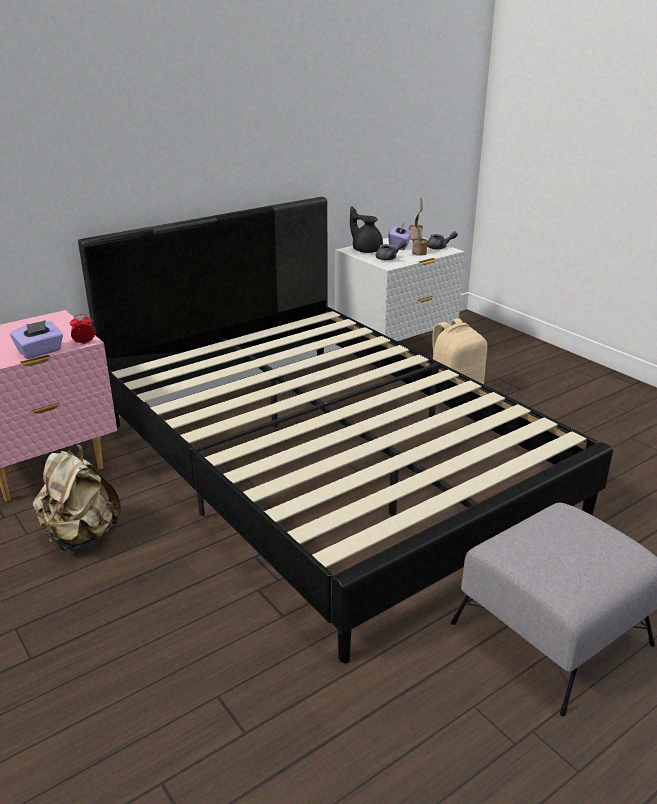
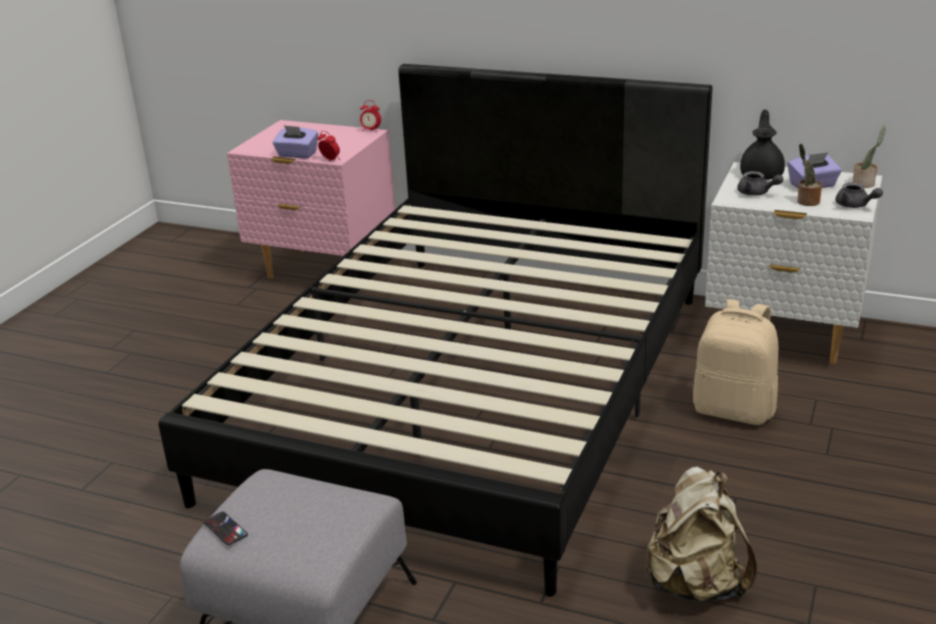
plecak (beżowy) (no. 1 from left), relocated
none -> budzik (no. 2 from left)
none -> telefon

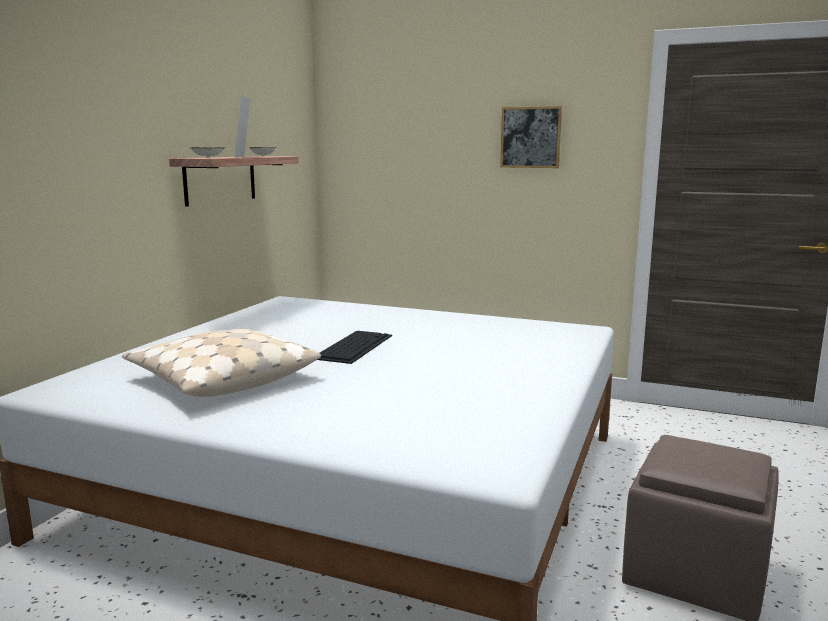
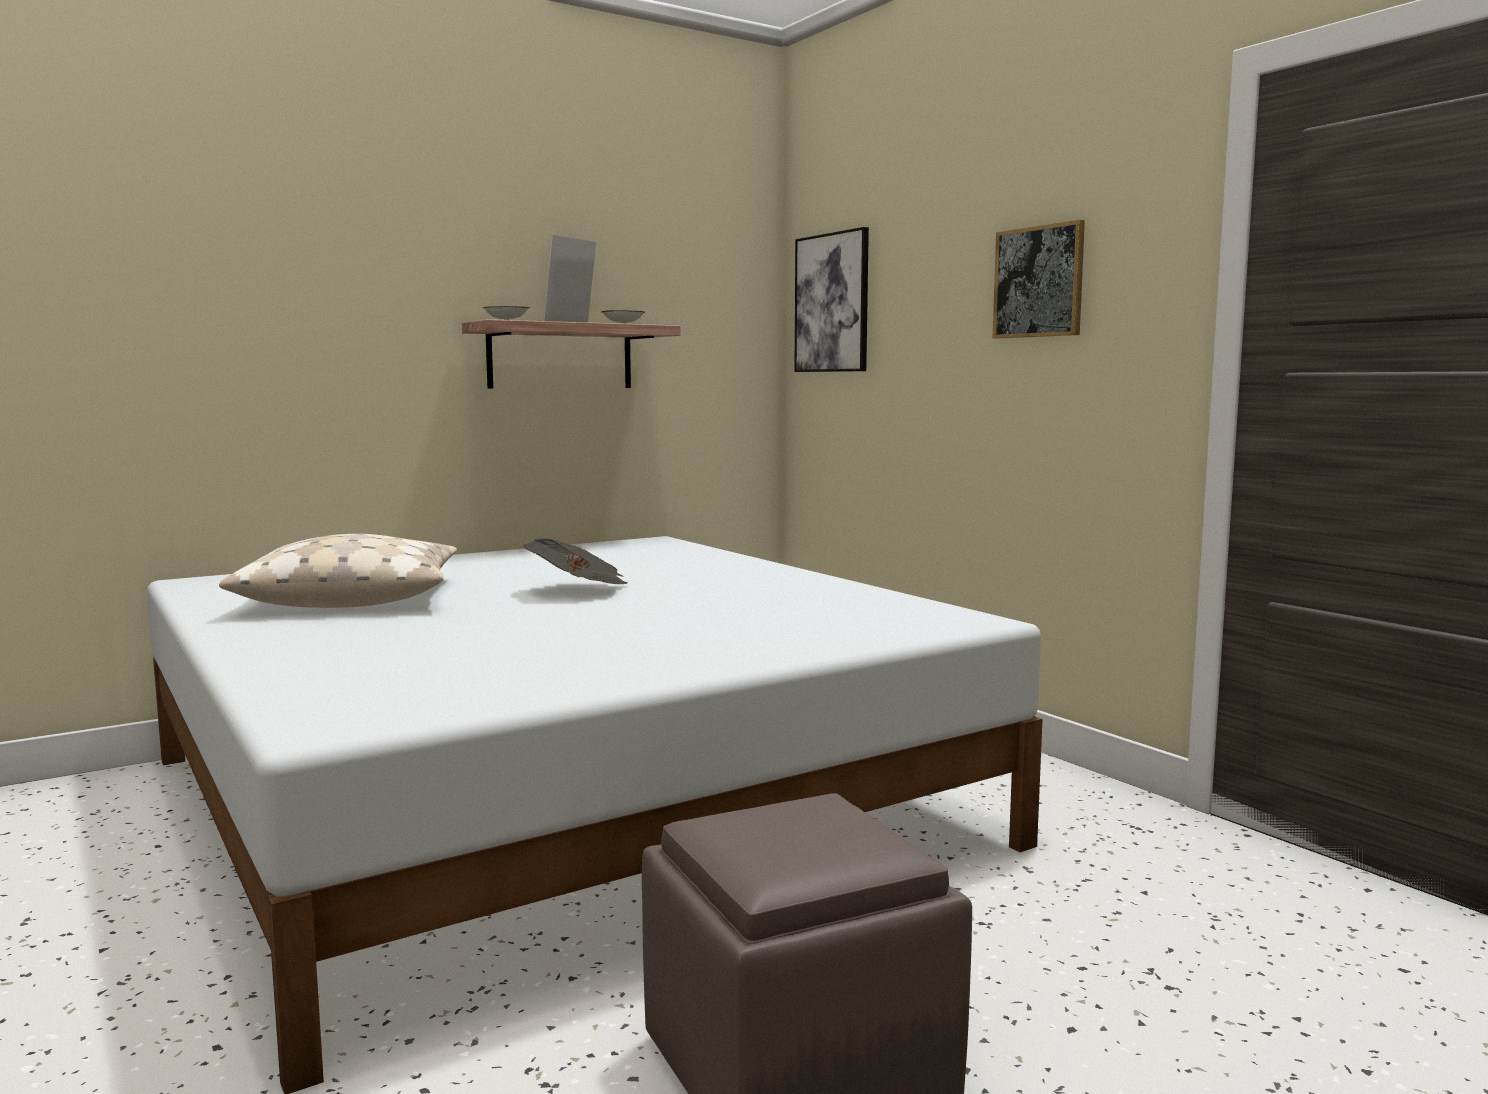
klawiatura -> gazeta
none -> obraz (no. 1 from left)

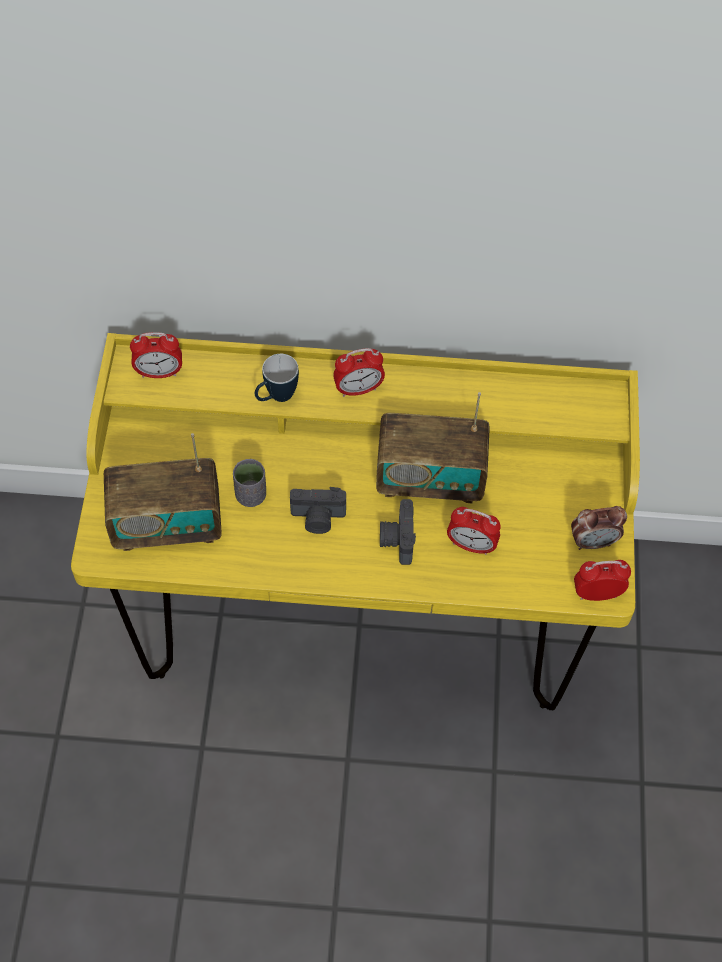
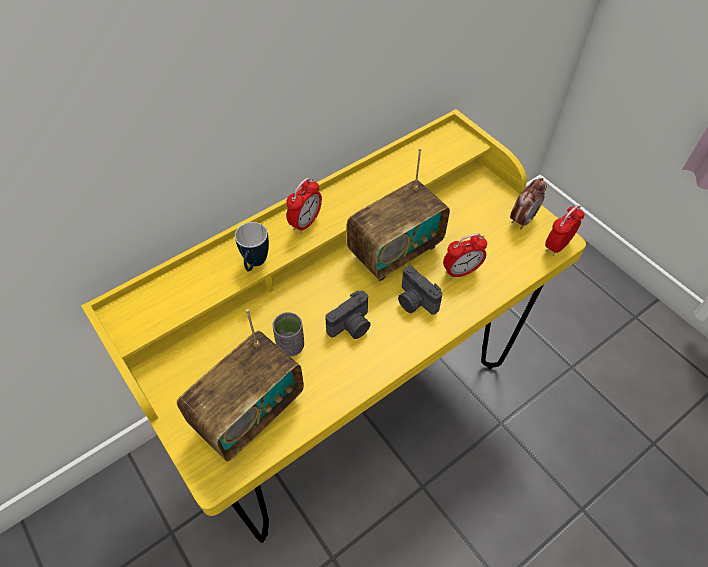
budzik (no. 1 from left) -> none

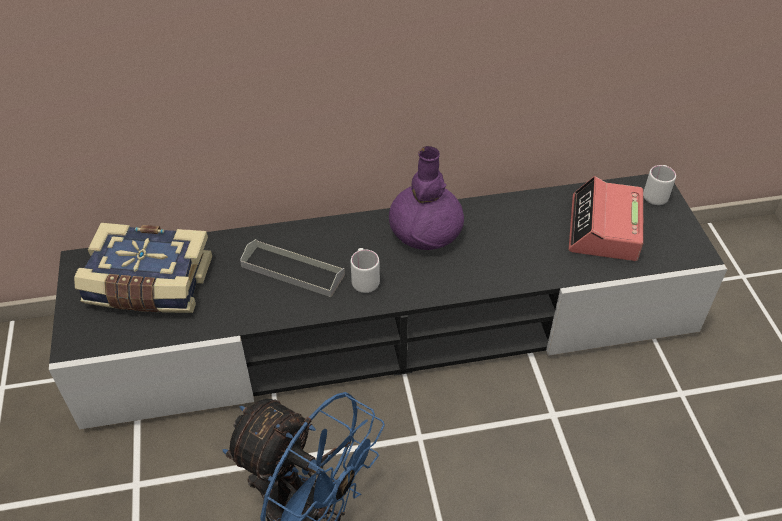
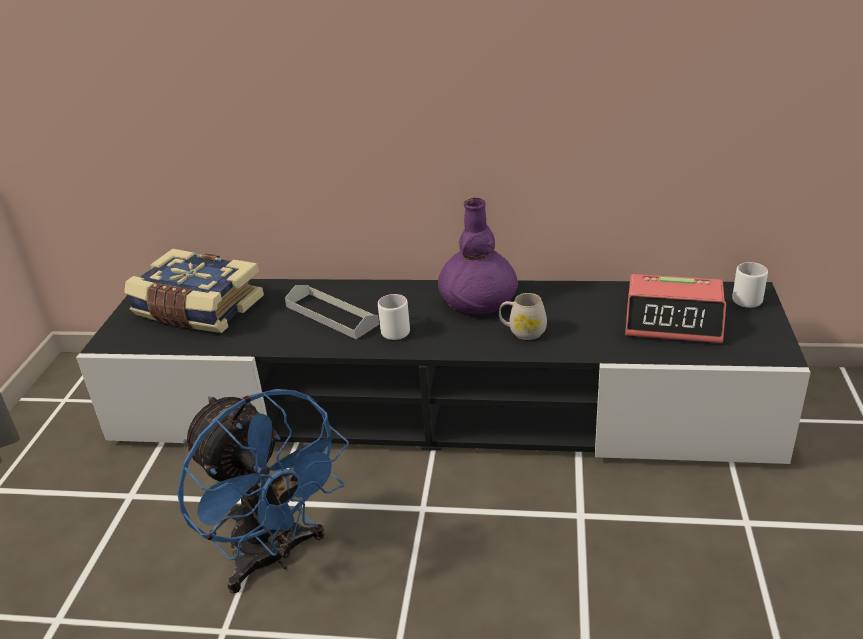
budzik, 105 degrees counterclockwise
none -> kubek (biały) (no. 2 from left)

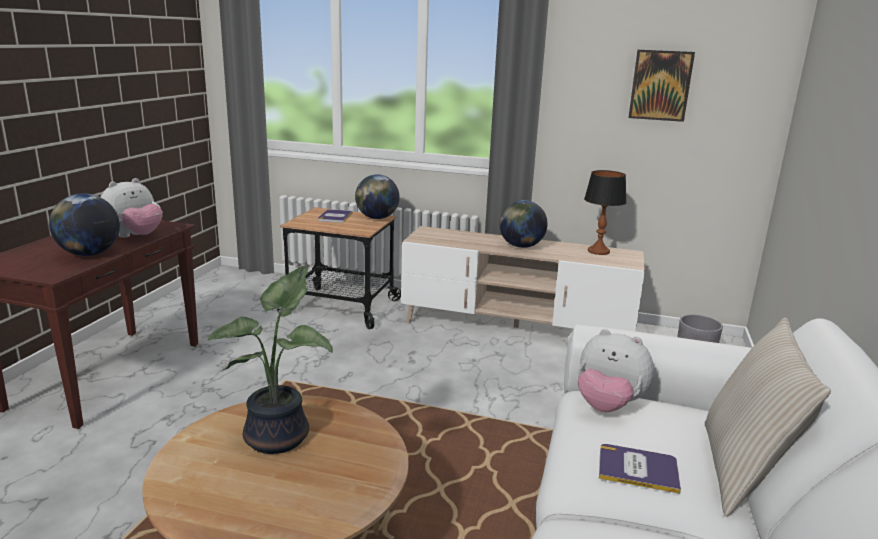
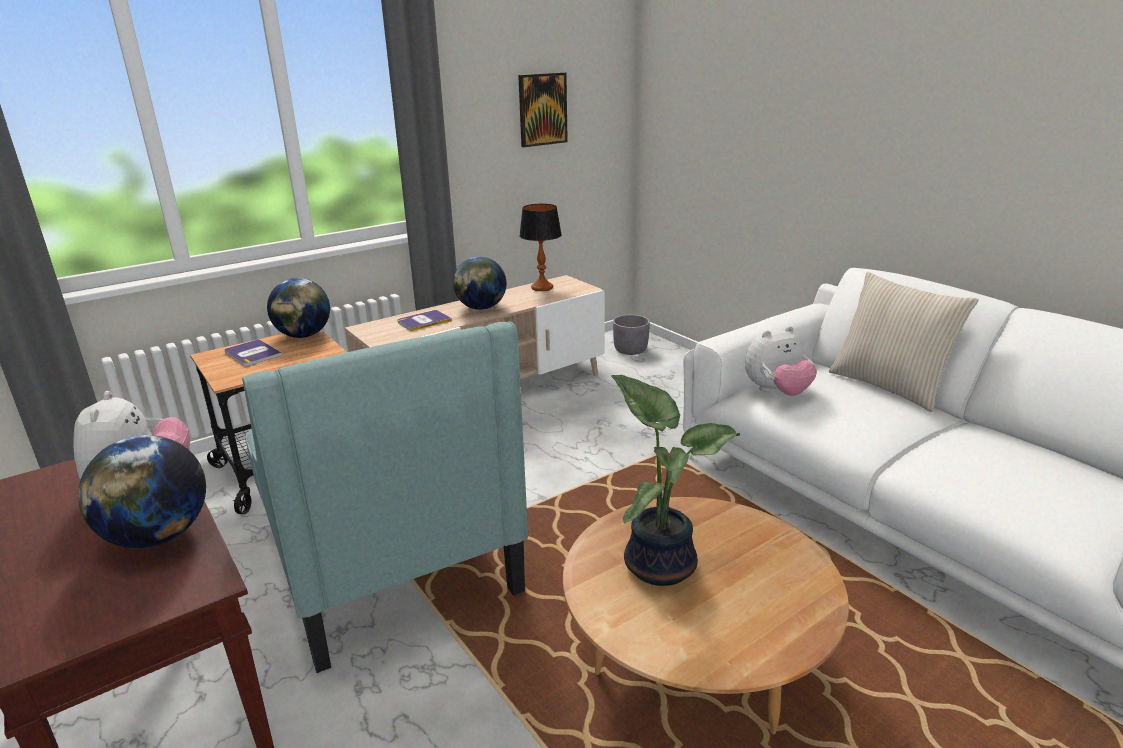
książka (no. 2 from left), relocated
none -> fotel (turkusowy)

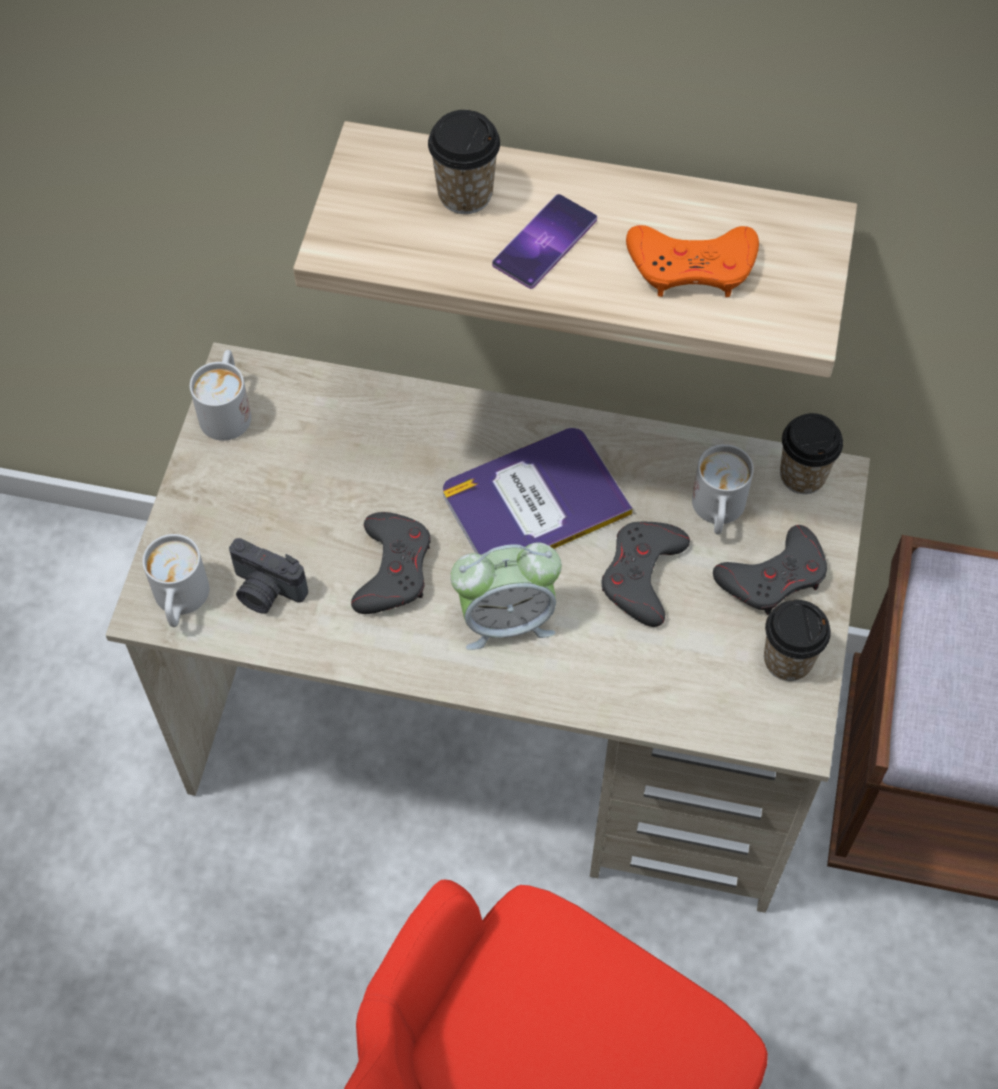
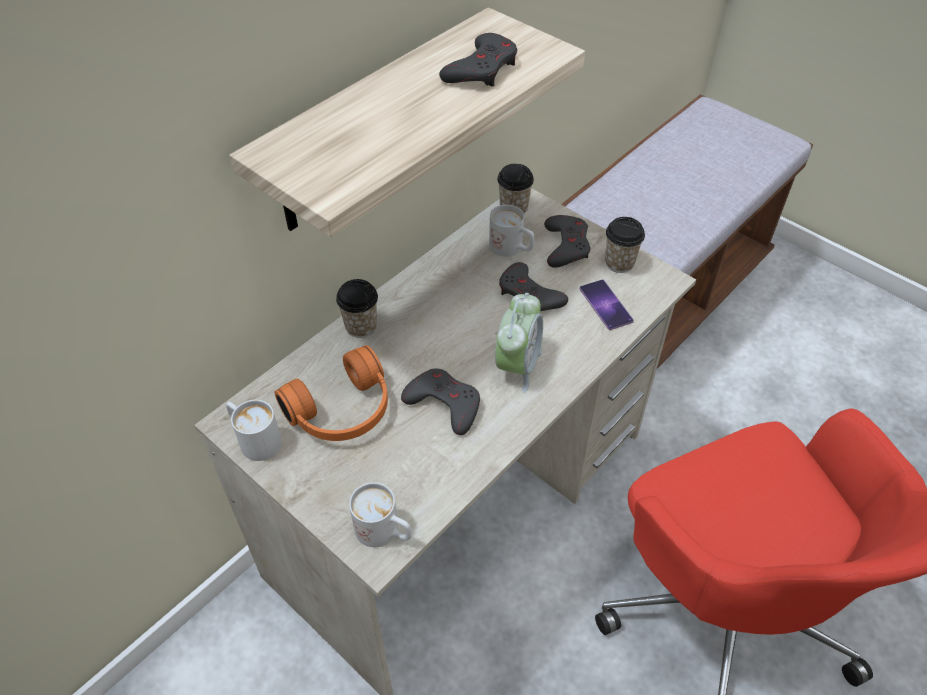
filiżanka (no. 1 from left), relocated
telefon, relocated
pad do gier (pomarańczowy) -> pad do gier (szary) (no. 2 from left)
książka -> none
aparat fotograficzny -> none
none -> słuchawki (pomarańczowy)

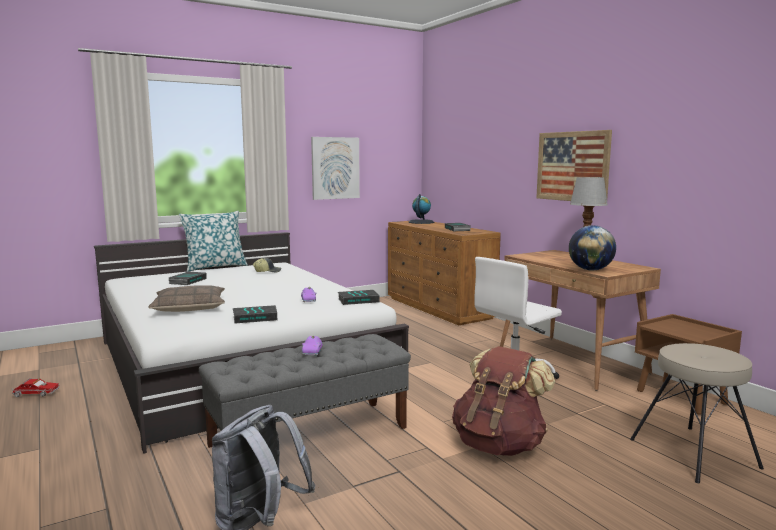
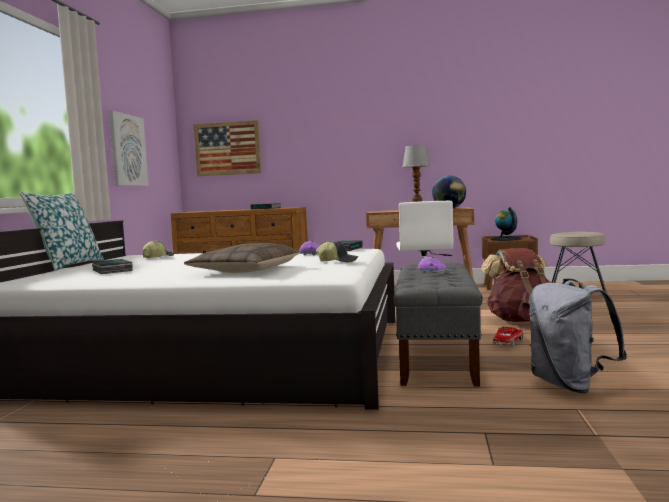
obraz (no. 2 from left), relocated
globus (no. 1 from left in the first image) -> globus (no. 2 from left), relocated
książka (no. 2 from left) -> czapka z daszkiem (no. 2 from left)
ciężarówka zabawkowa, relocated

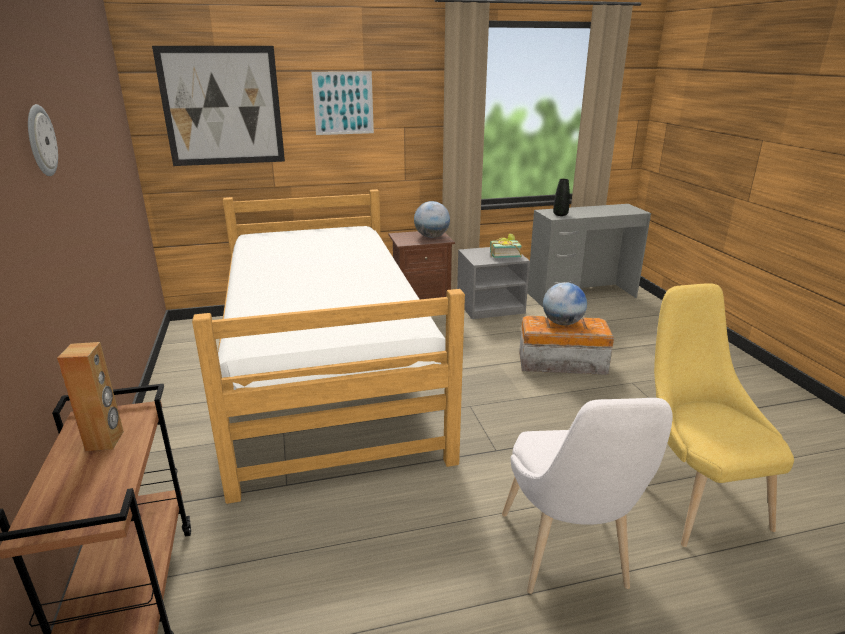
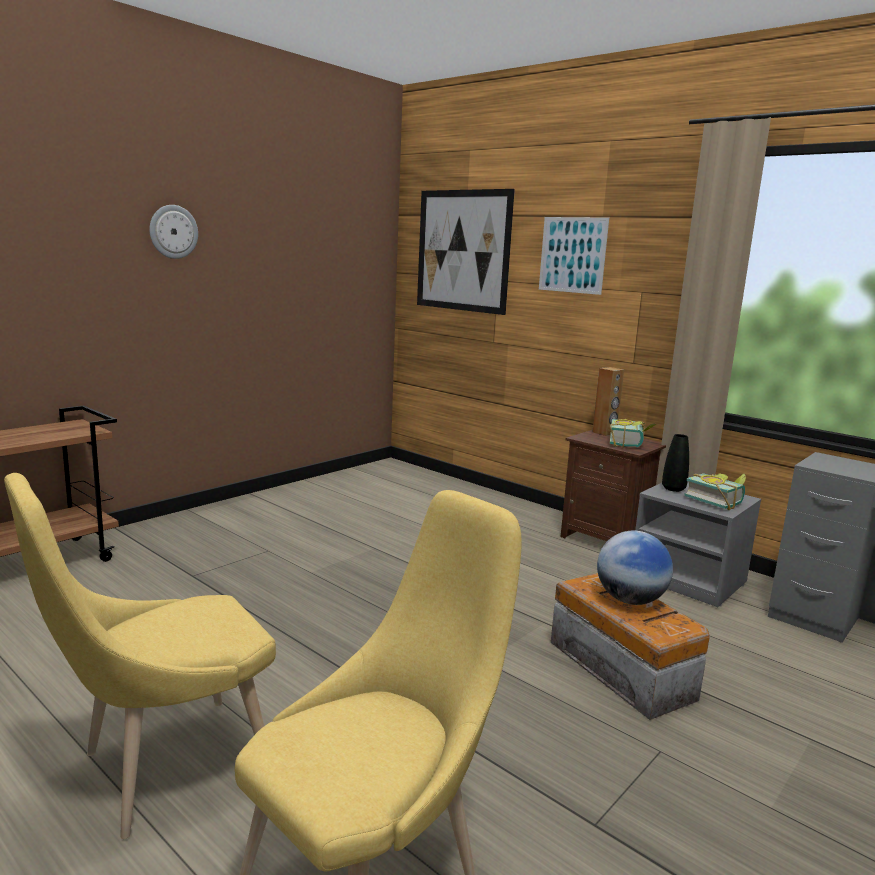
wazon (czarny), relocated
łóżko -> none
globus (no. 1 from left) -> książka (no. 1 from left)
głośnik (brązowy), relocated
krzesło (biały) -> krzesło (żółty) (no. 1 from left)

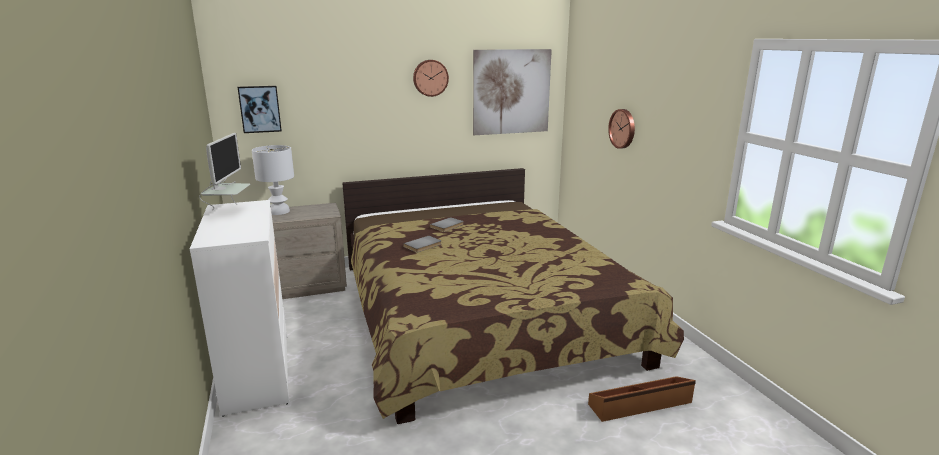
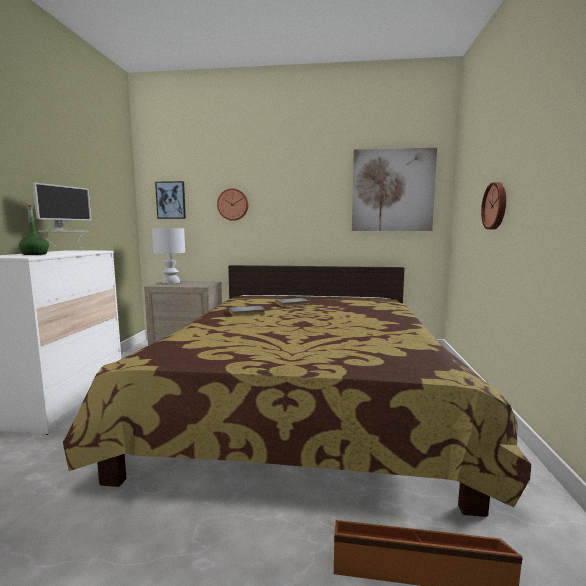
zegar ścienny (no. 1 from left), relocated
none -> butelka (zielony)

